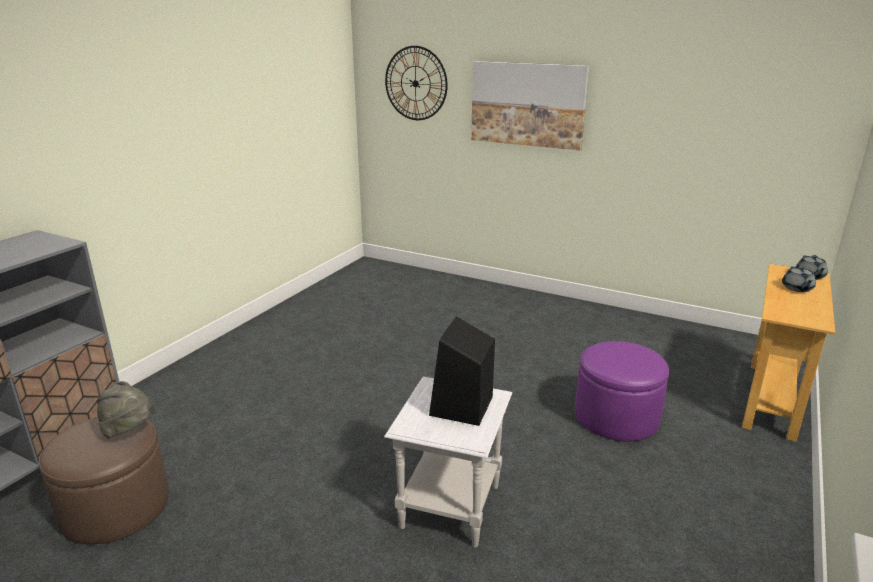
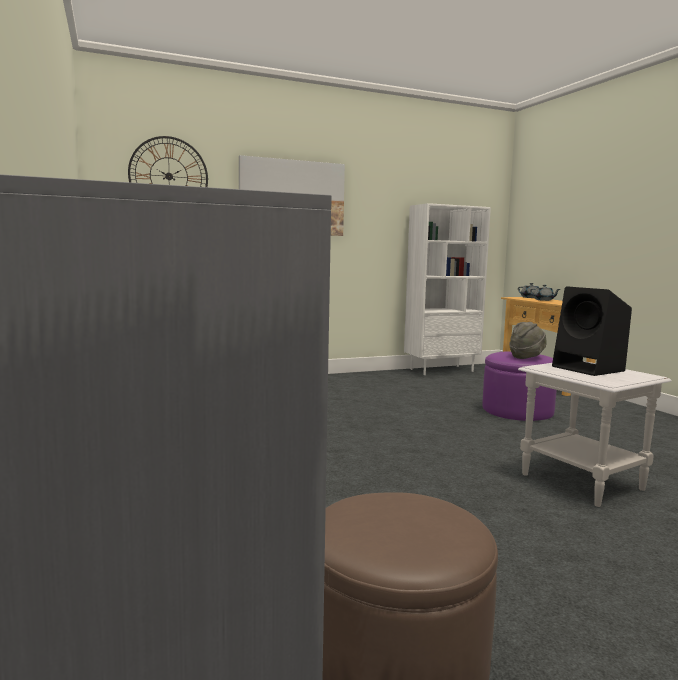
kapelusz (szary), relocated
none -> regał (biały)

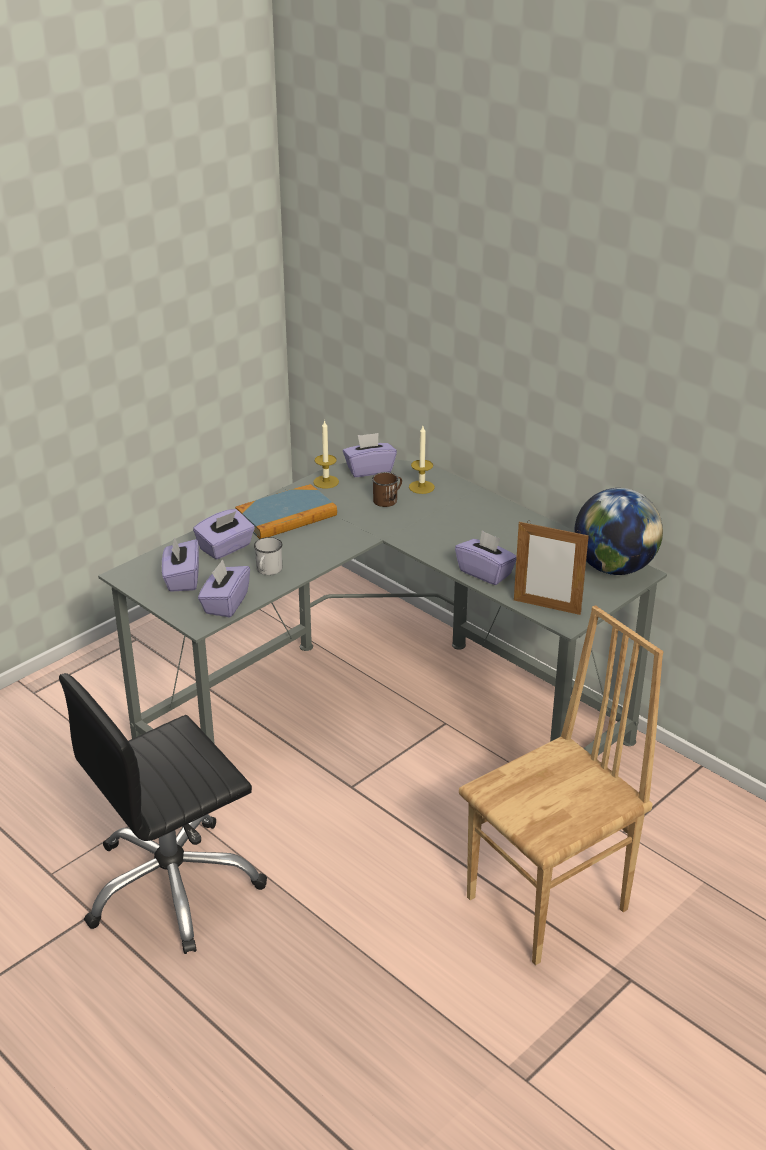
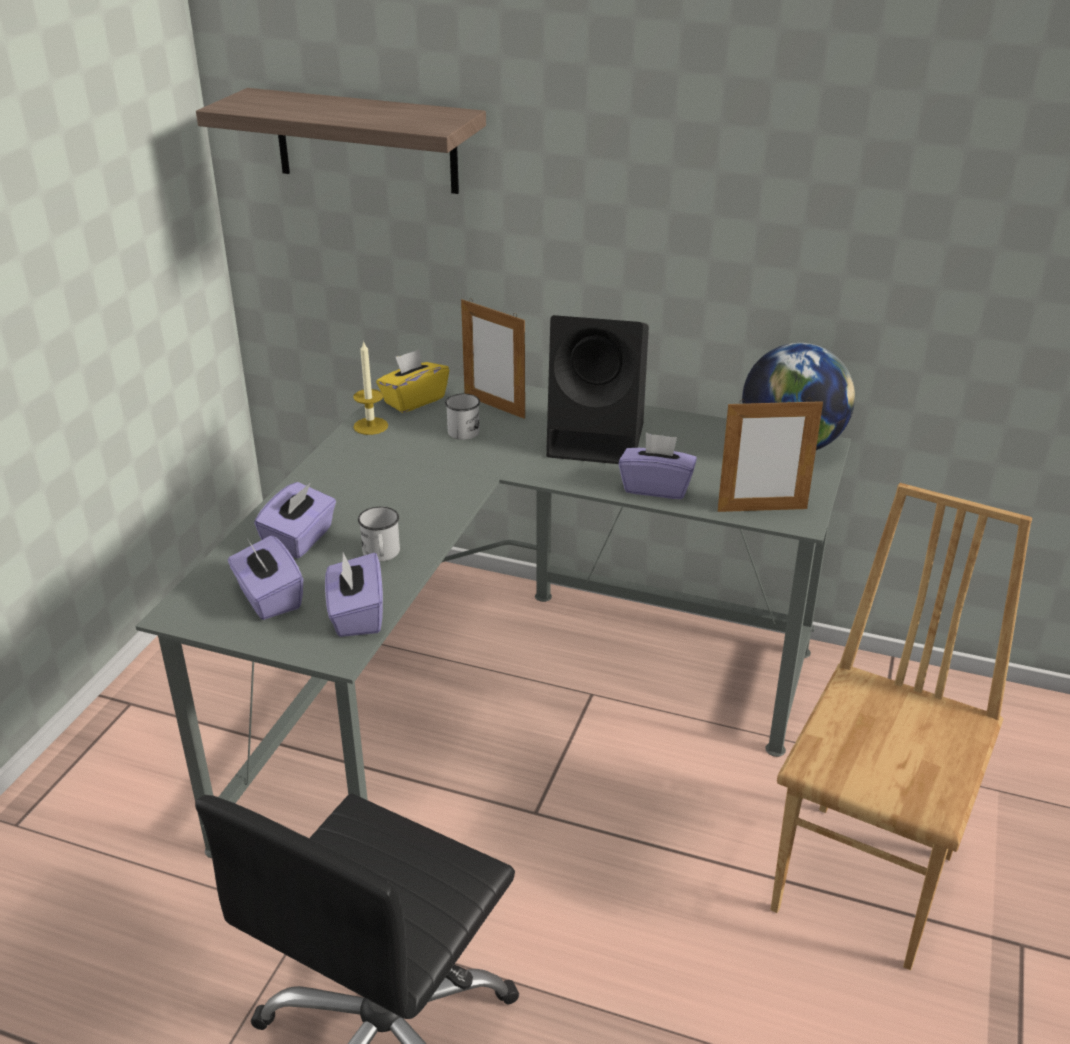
świeca (no. 2 from left) -> ramka na zdjęcie (no. 1 from left)
pudełko chusteczek (fioletowy) (no. 4 from left) -> pudełko chusteczek (żółty)
kubek (brązowy) -> kubek (biały) (no. 2 from left)
książka -> none
none -> półka
none -> głośnik (czarny)

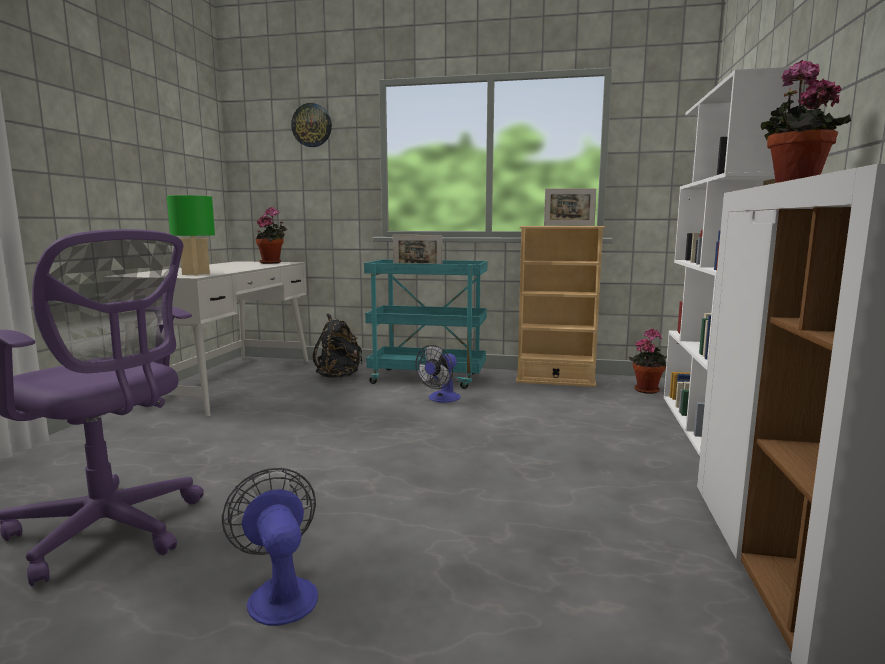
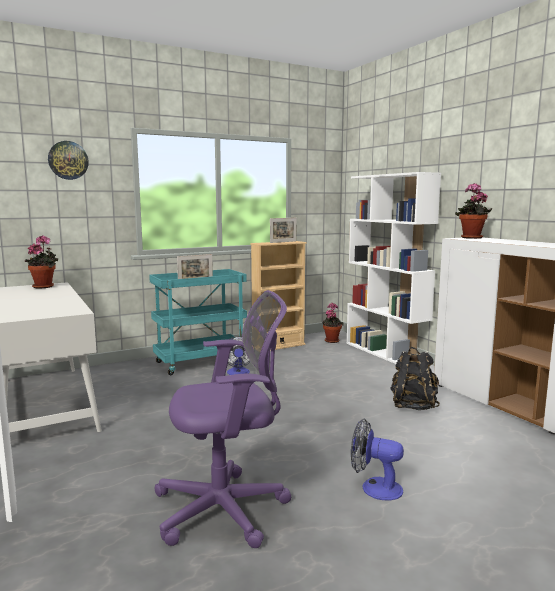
lampa stołowa (zielony) -> none
plecak (czarny), relocated

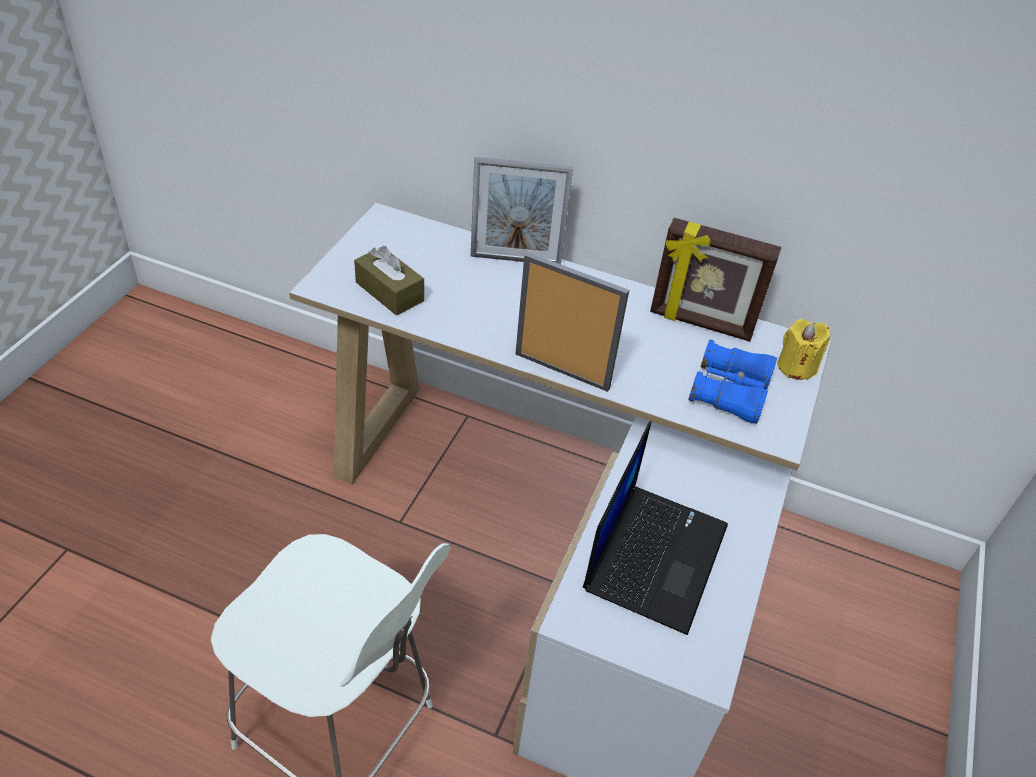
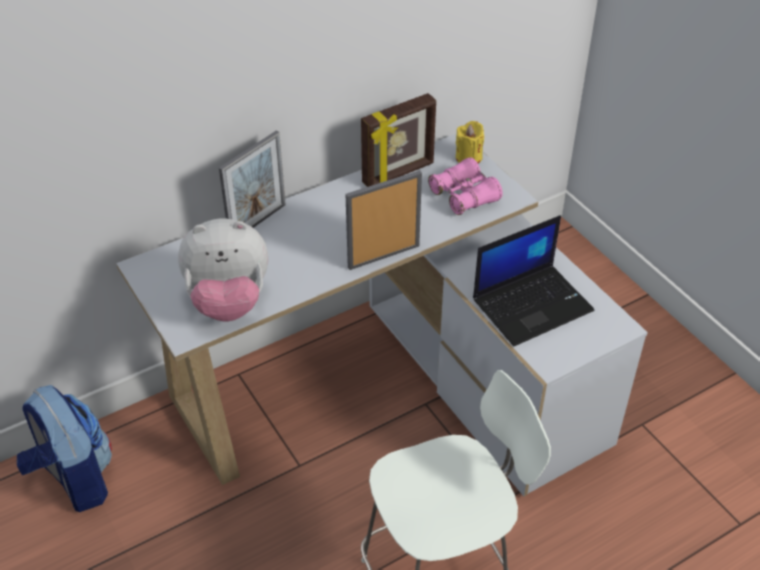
pudełko chusteczek (brązowy) -> pluszak
lornetka (niebieski) -> lornetka (różowy)
laptop, 90 degrees clockwise
none -> plecak

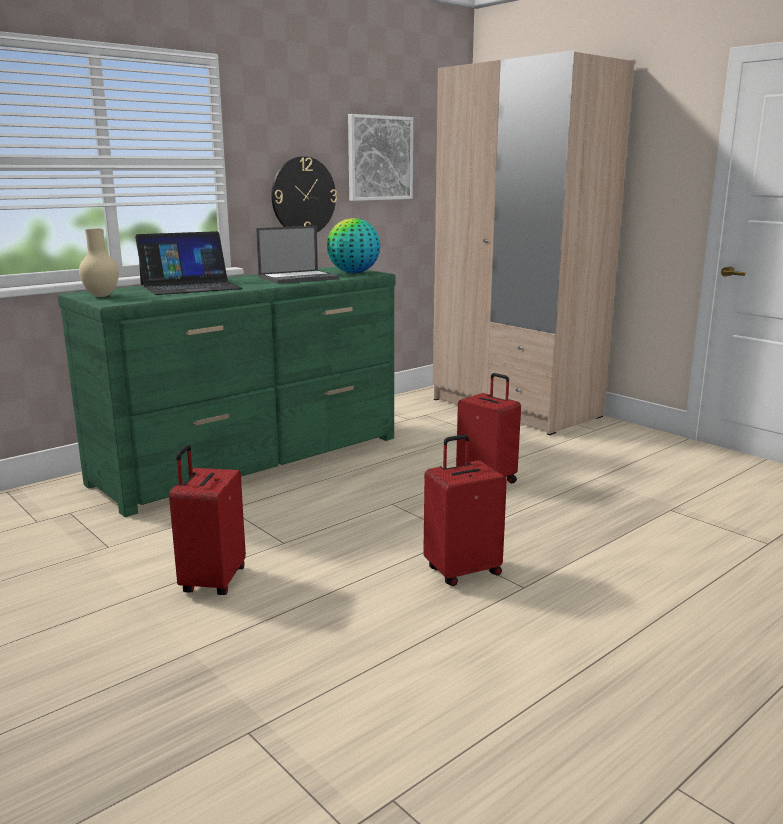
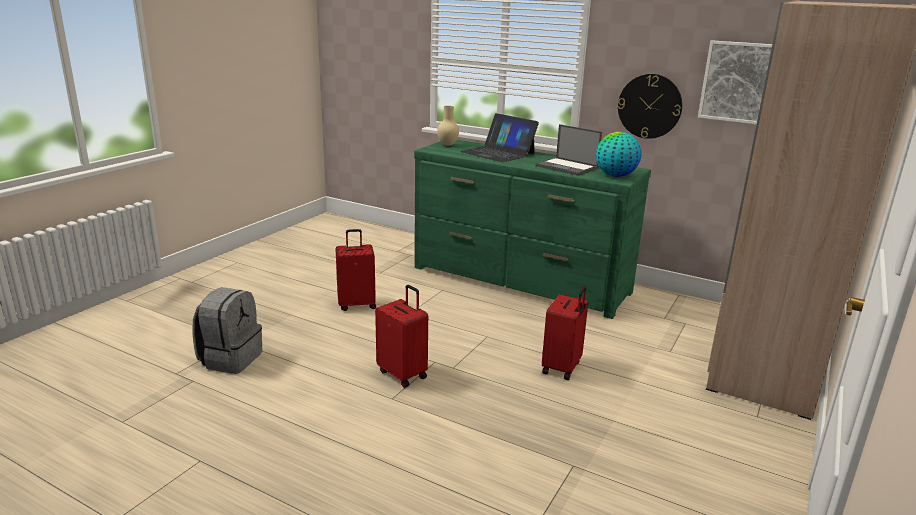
none -> plecak (szary)

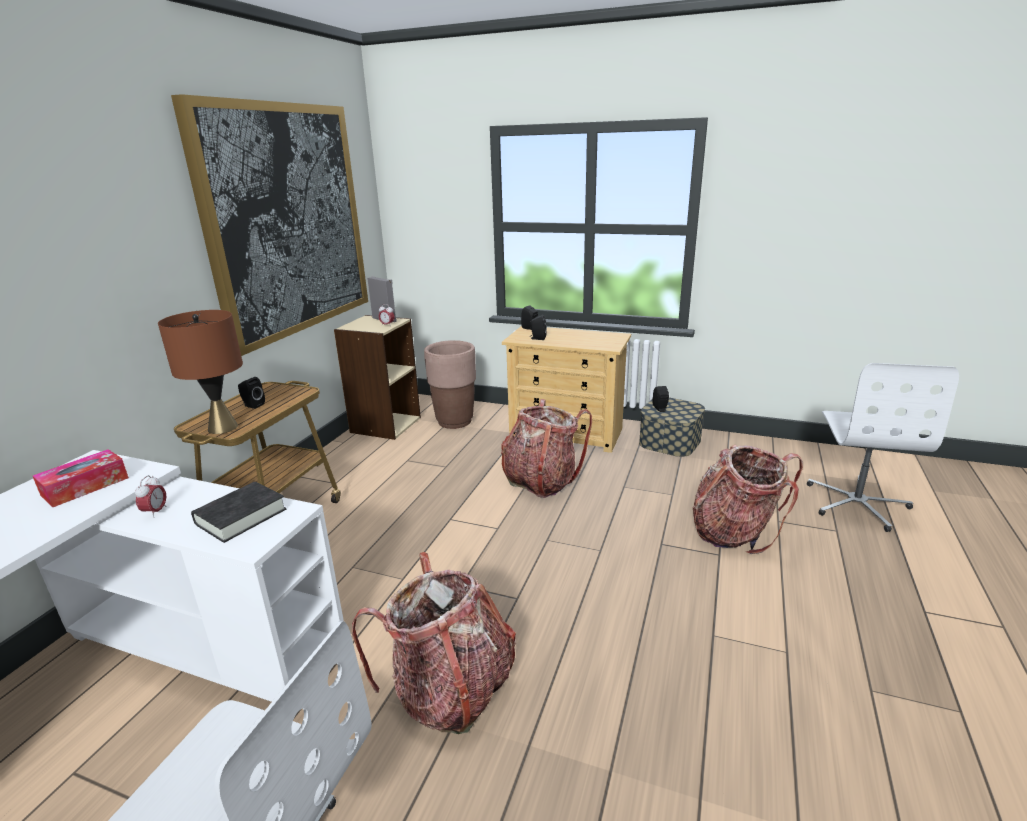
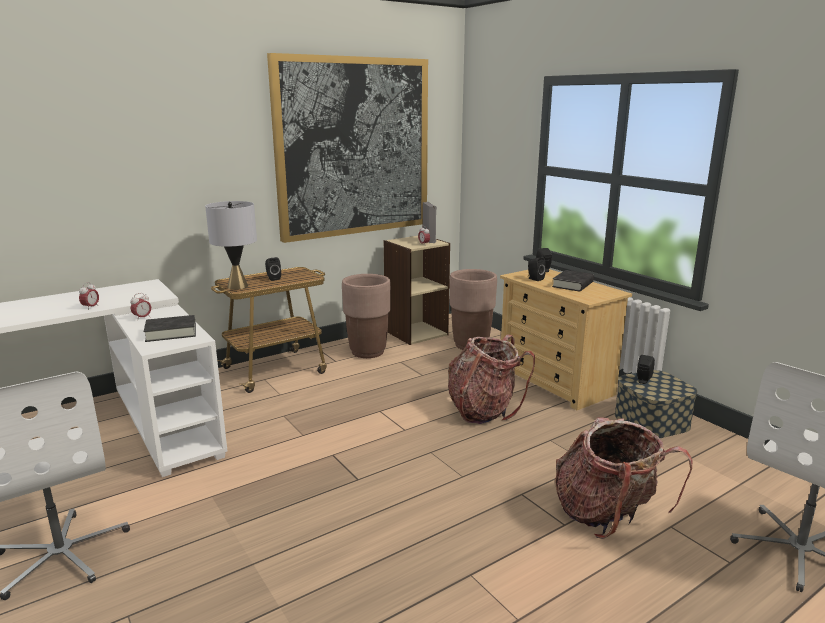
lampa stołowa (brązowy) -> lampa stołowa (szary)
pudełko chusteczek -> none
plecak (no. 1 from left) -> none
none -> książka (czarny) (no. 2 from left)
none -> donica (brązowy) (no. 1 from left)
none -> budzik (no. 1 from left)

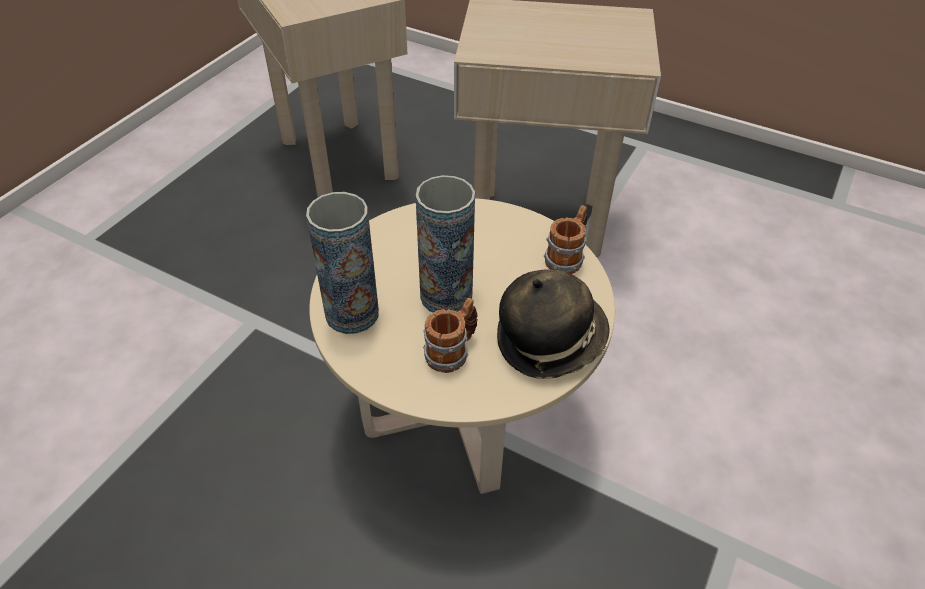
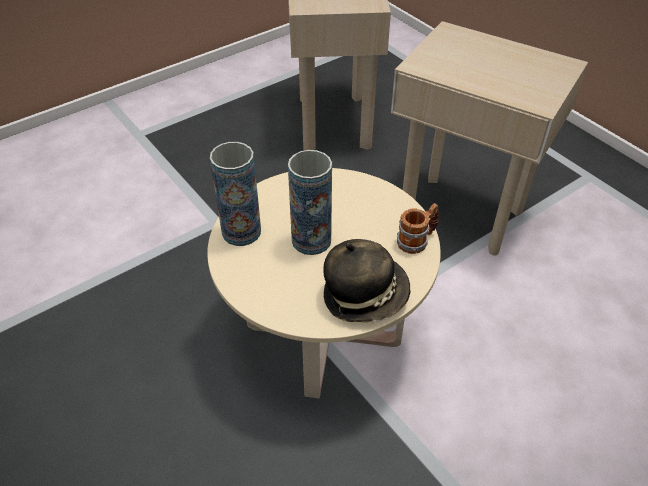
kubek (no. 1 from left) -> none

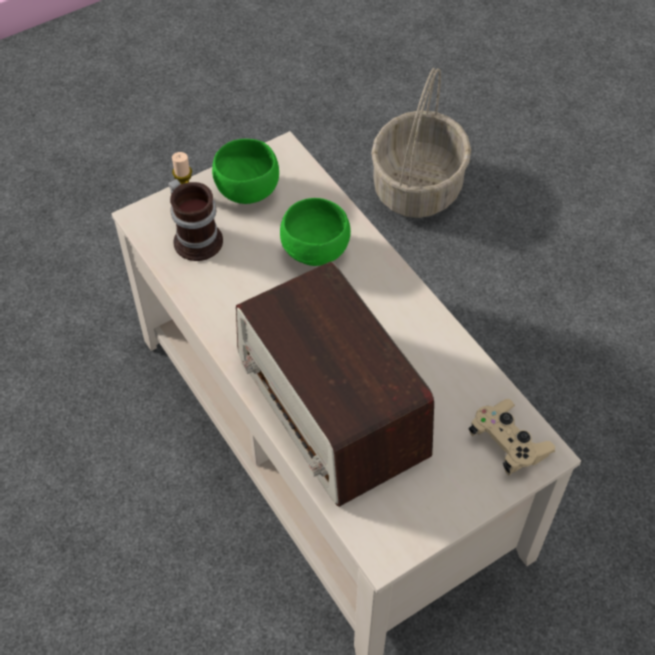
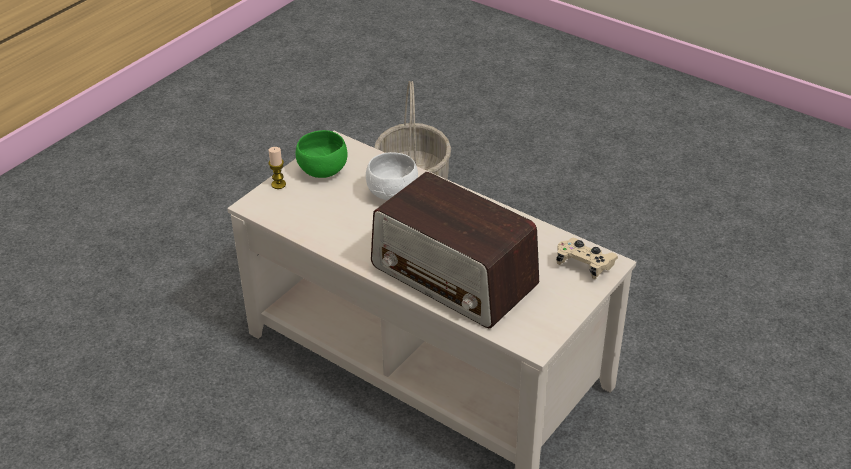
kubek -> none
miska (zielony) (no. 2 from left) -> miska (biały)

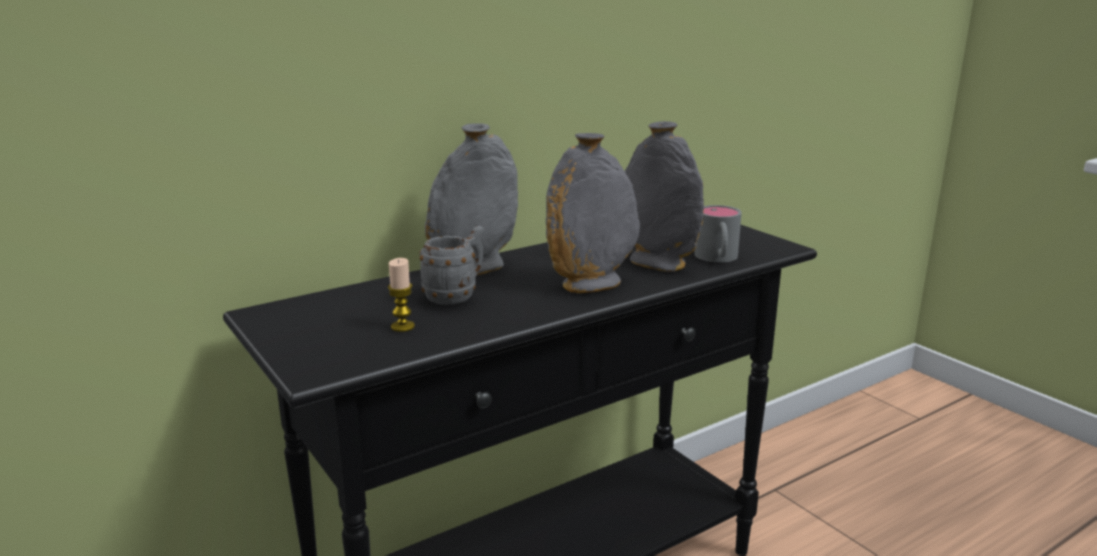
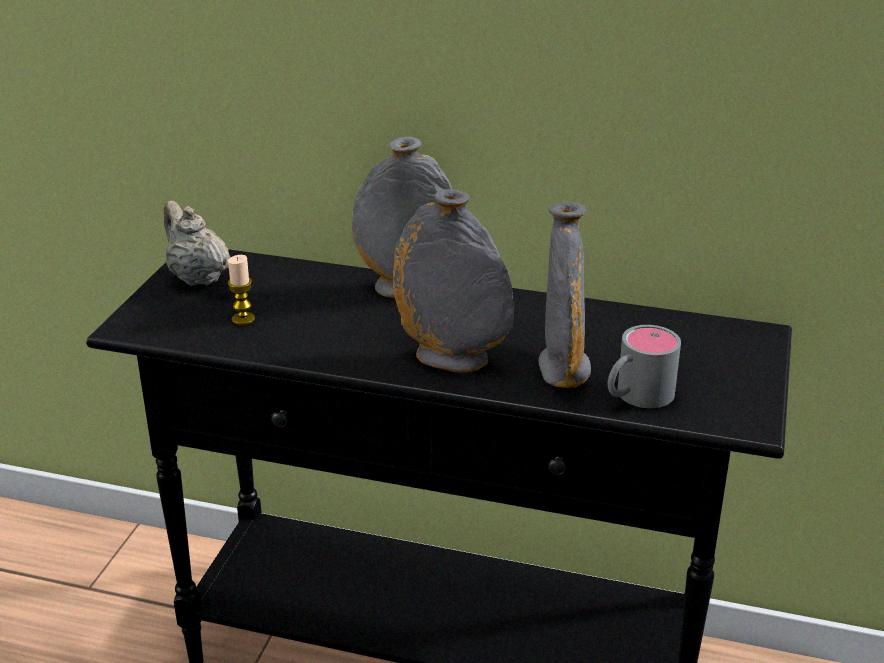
kubek (szary) (no. 1 from left) -> none
none -> imbryk (beżowy)

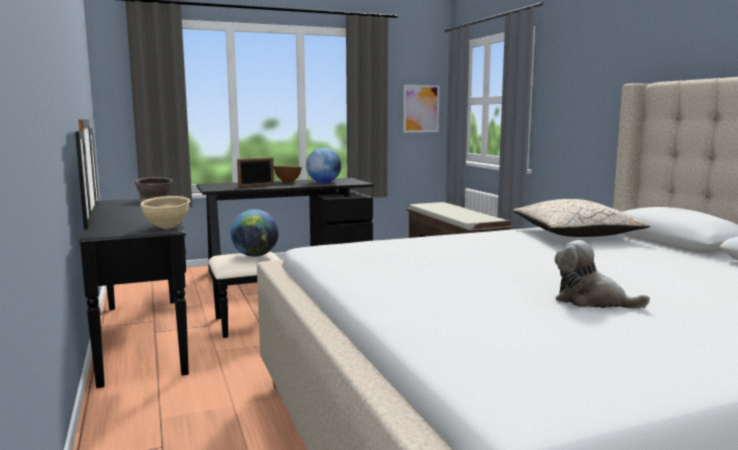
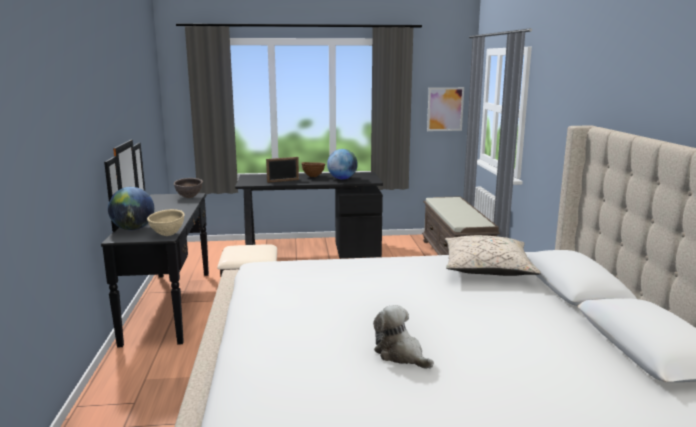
globus (no. 1 from left), relocated

